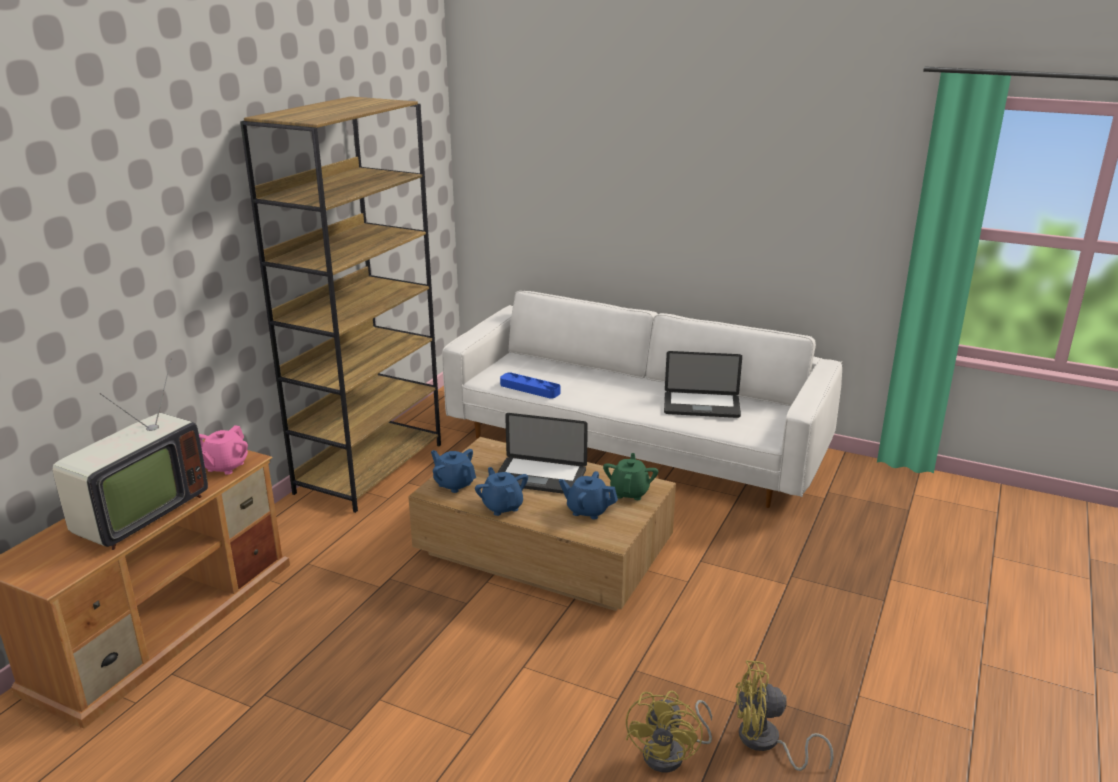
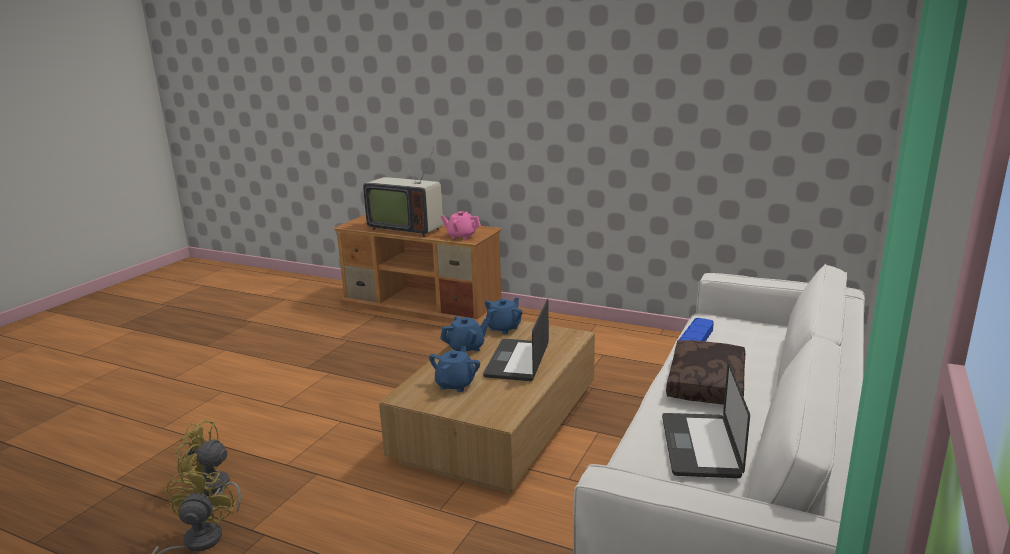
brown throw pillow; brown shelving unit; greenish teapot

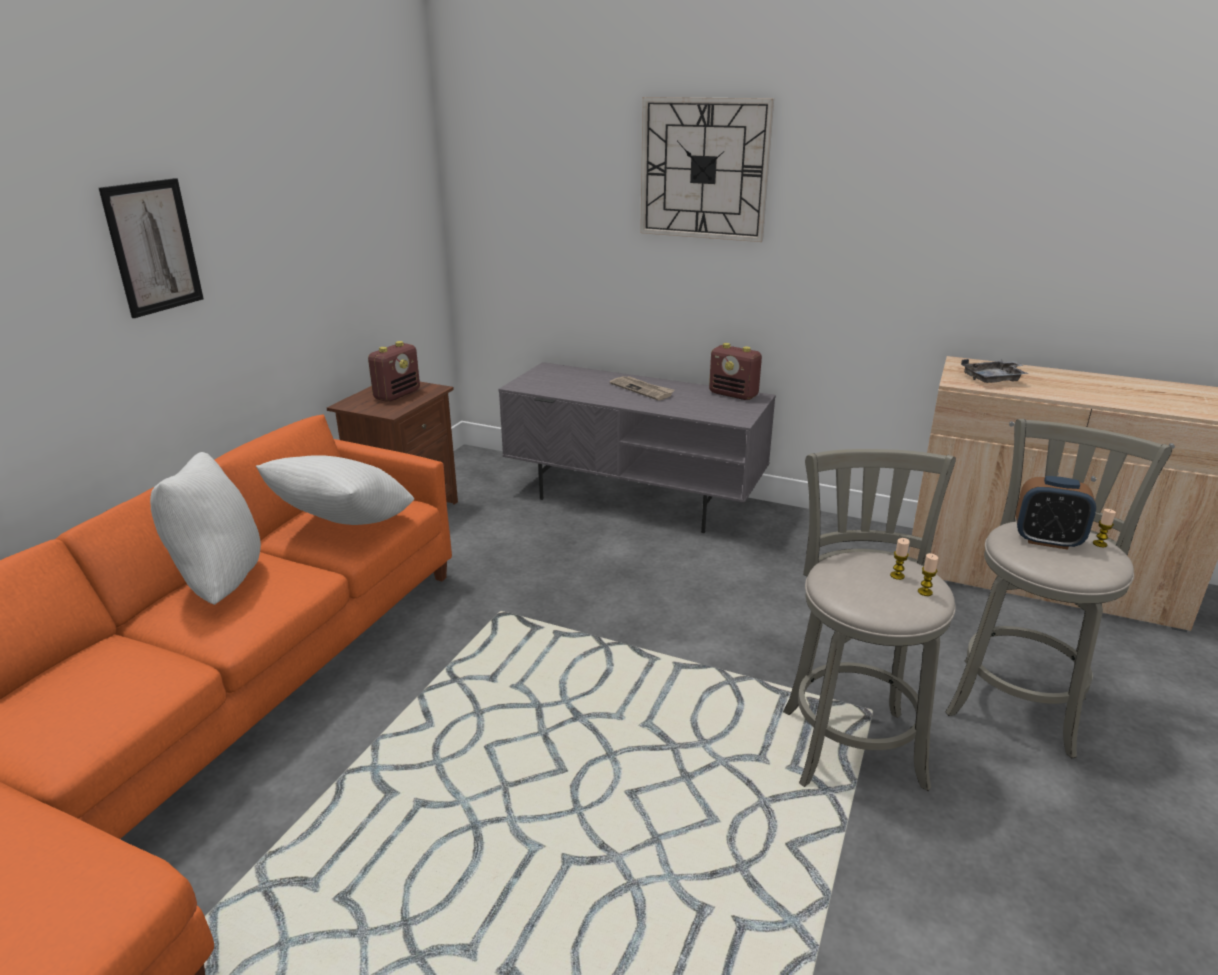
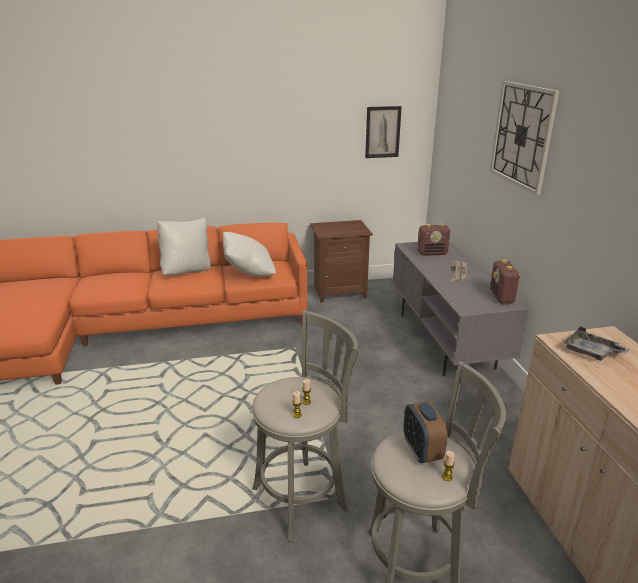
wall picture; radio receiver (no. 1 from left)

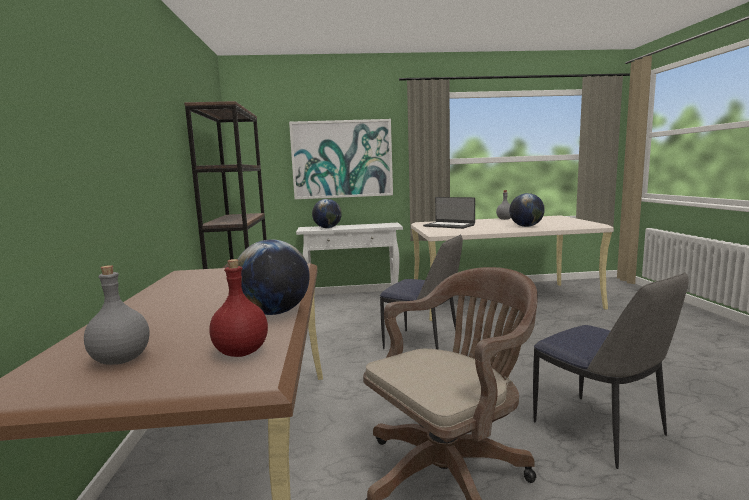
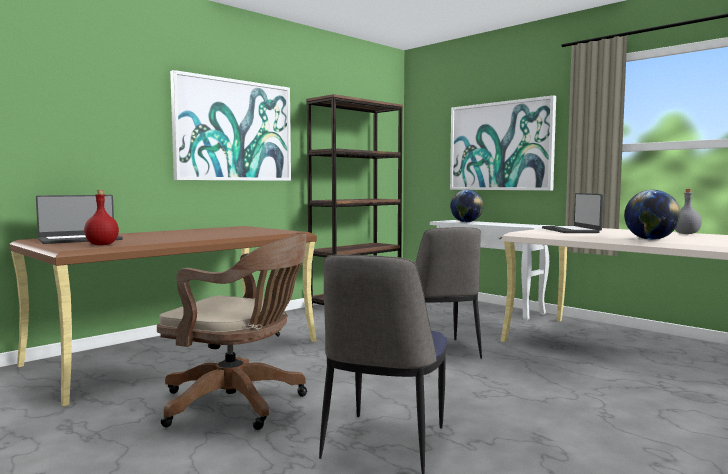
portable computer (no. 1 from left); wall picture (no. 1 from left); globe (no. 1 from left in the first image)

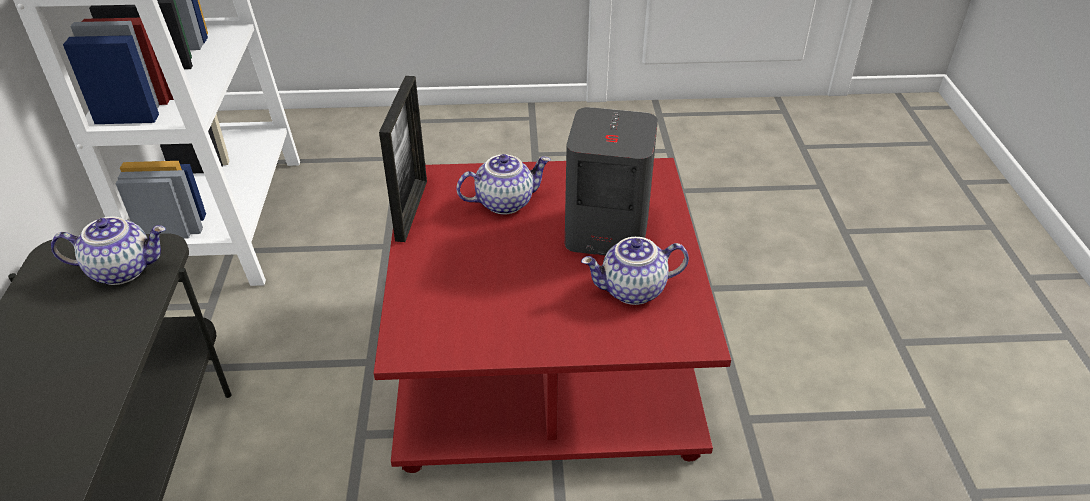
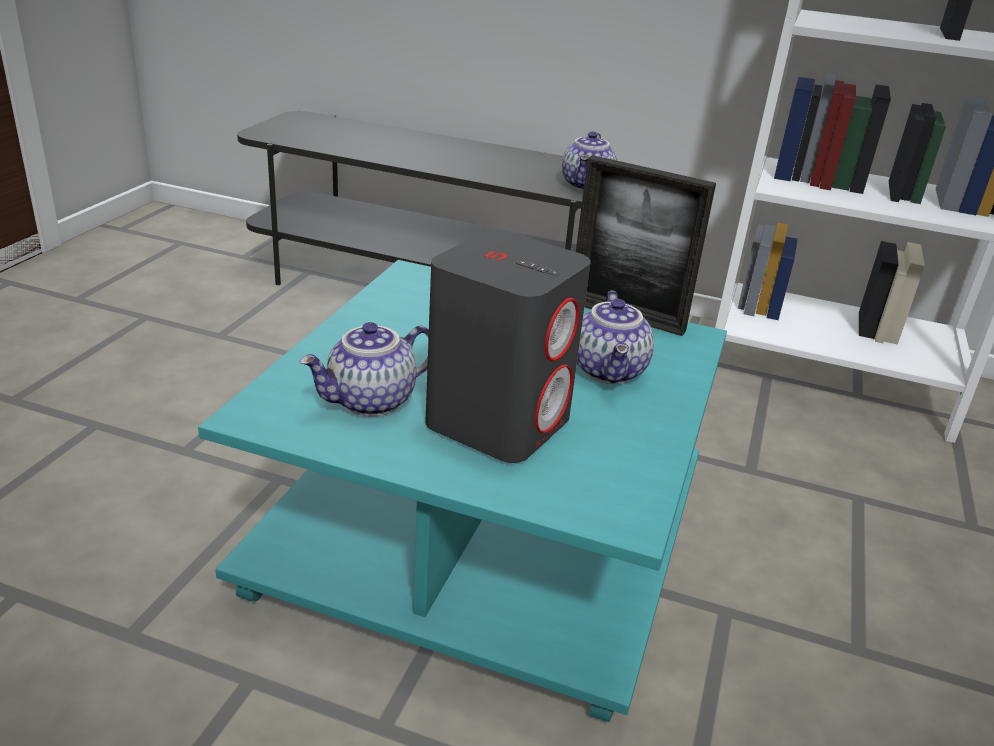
turquoise coffee table; teapot (no. 1 from left)

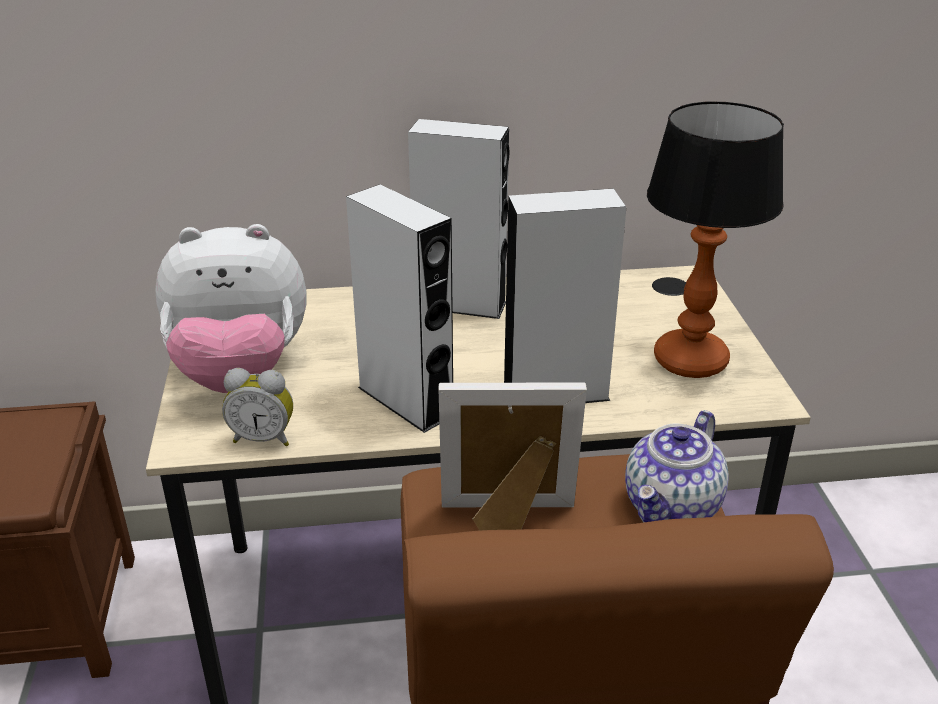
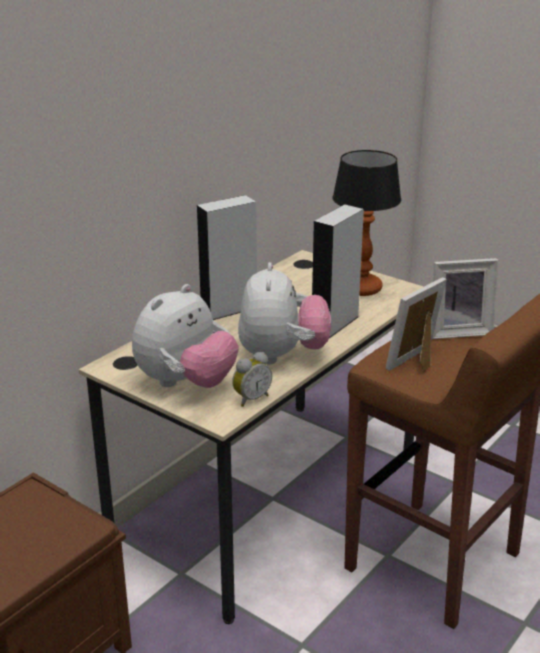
soft toy (no. 2 from left); picture frame (no. 2 from left)

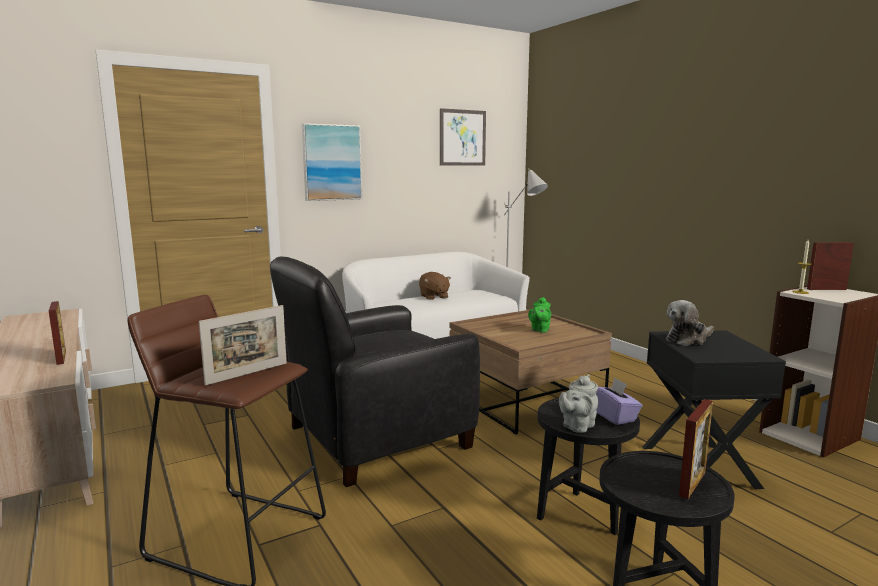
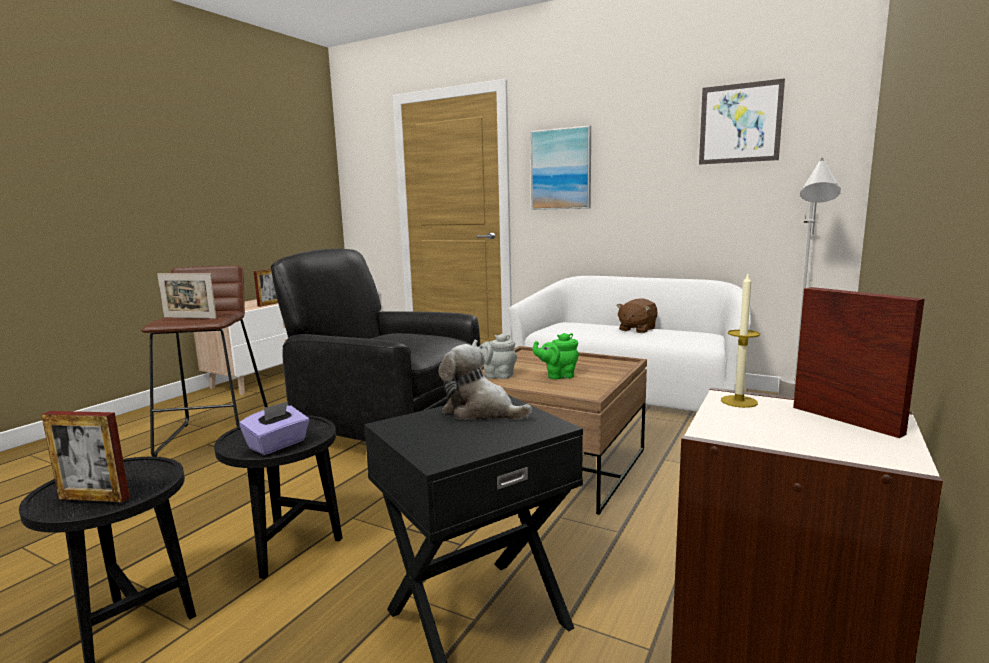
gray teapot

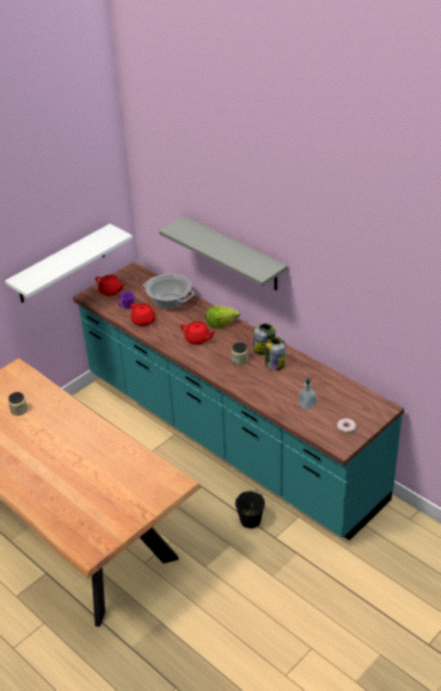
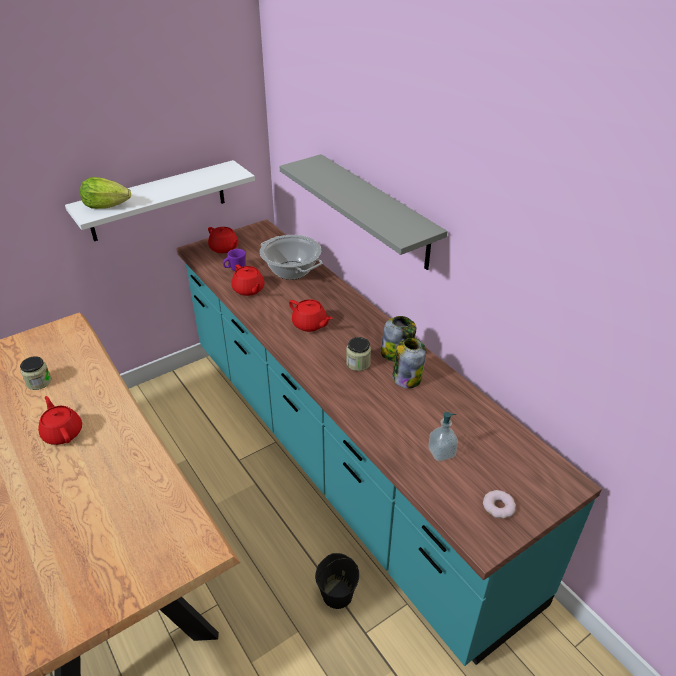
red-coloured teapot (no. 1 from left); lettuce

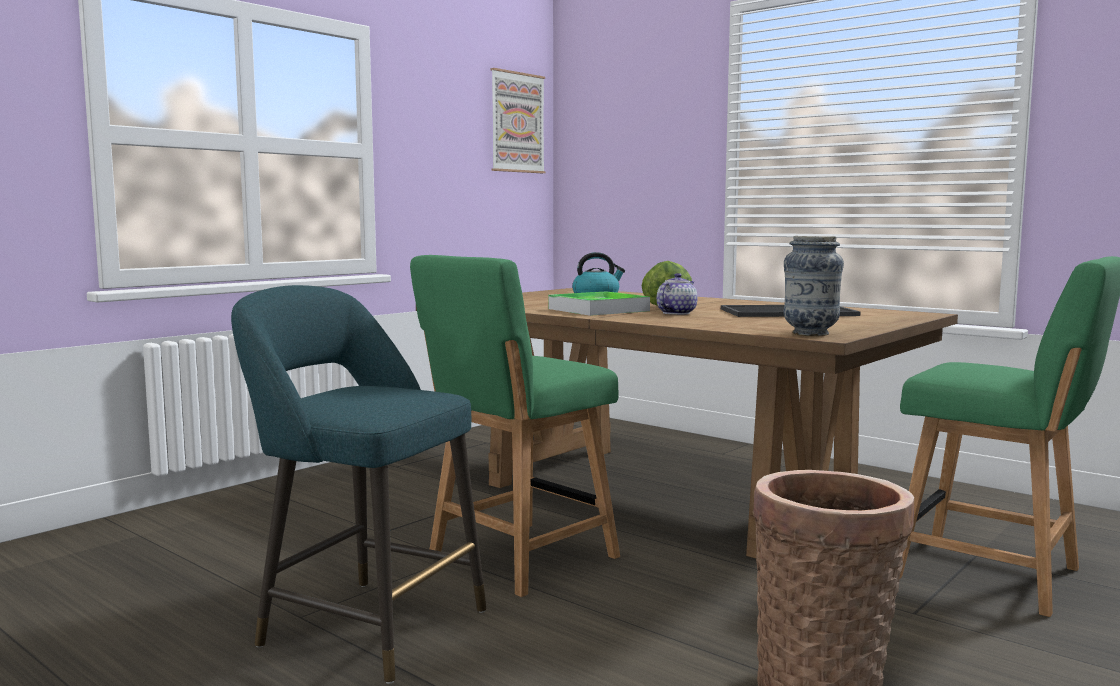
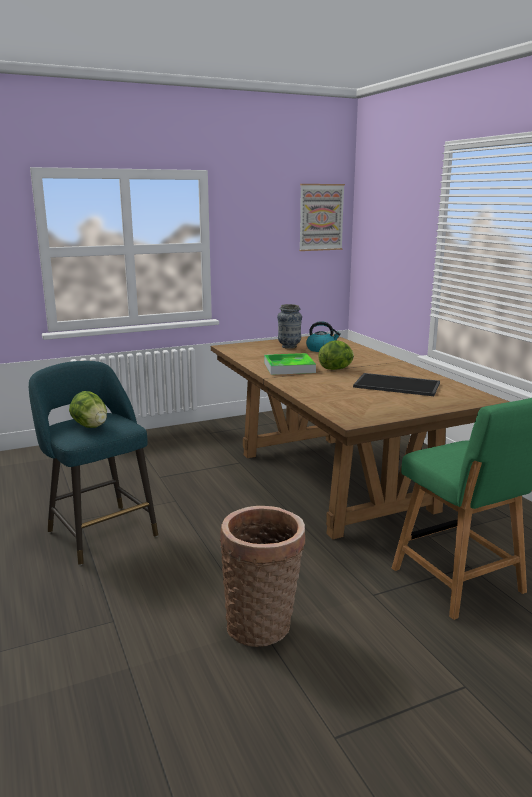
lettuce (no. 1 from left); vase; greenish chair (no. 1 from left in the first image); teapot

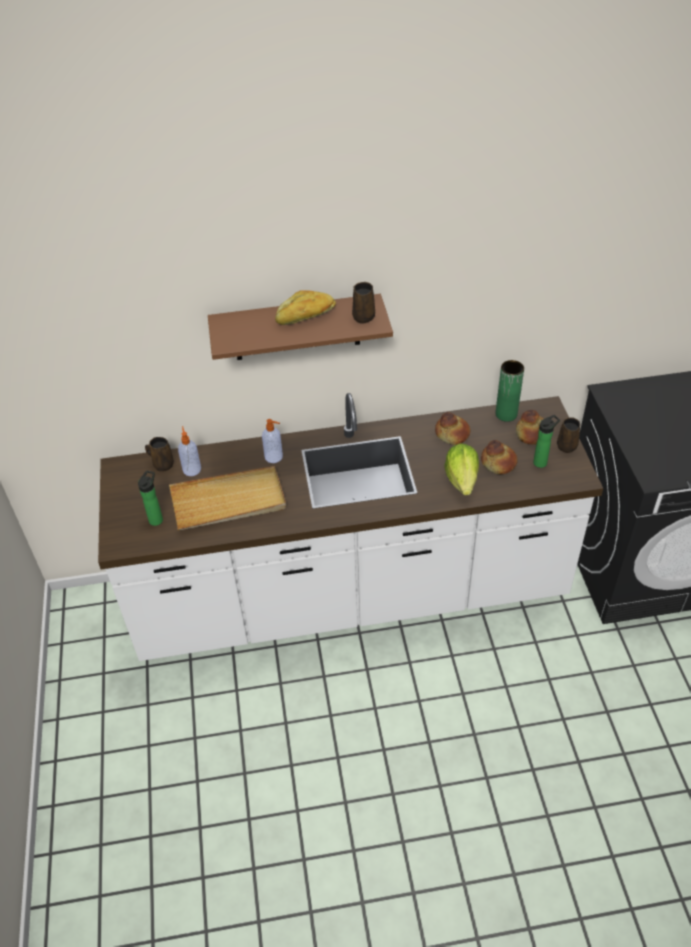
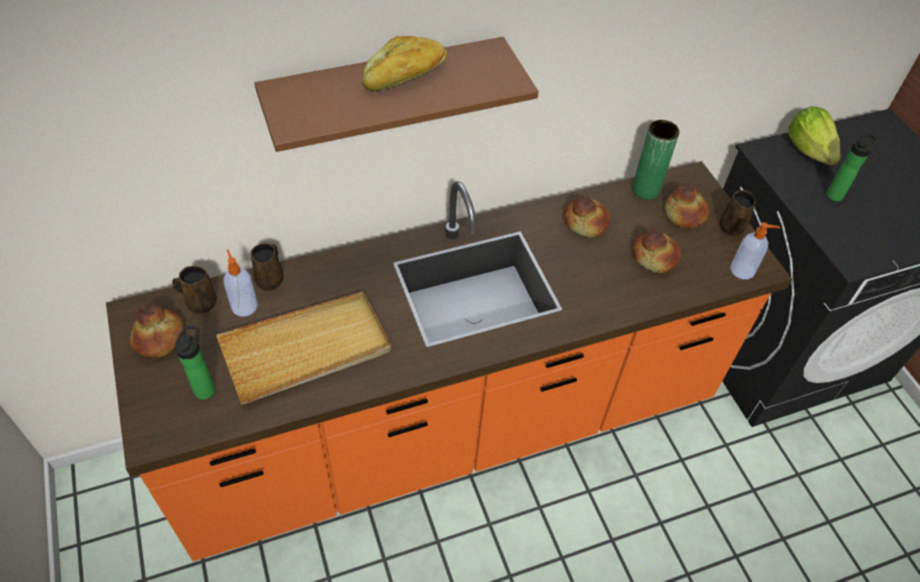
orange-coloured kitchen base unit; bread (no. 1 from left); brown coffee mug (no. 2 from left); liquid soap bottle (no. 2 from left); lettuce; beverage bottle (no. 2 from left)

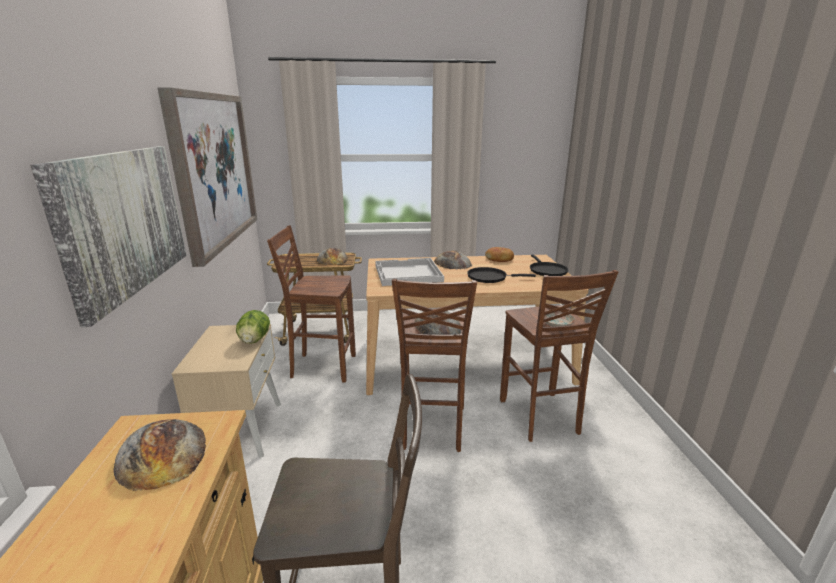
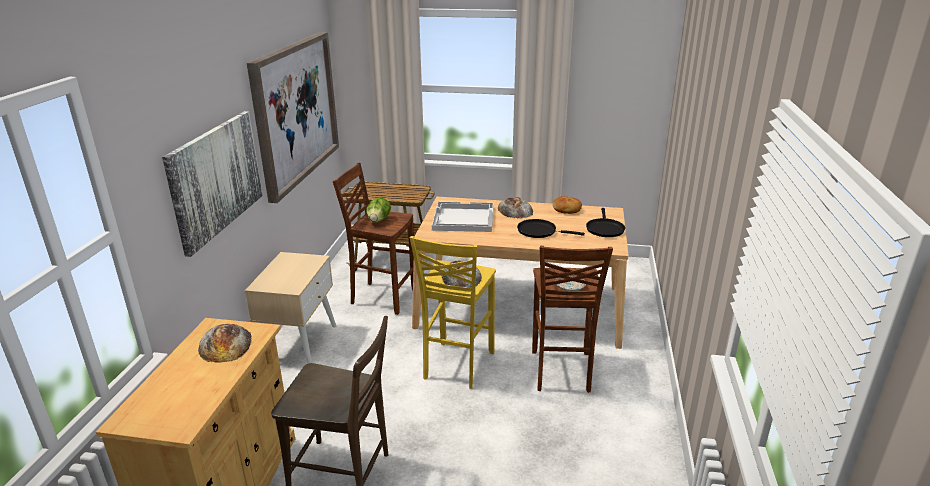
lettuce; yellowish stool seat; bread (no. 2 from left in the first image)

